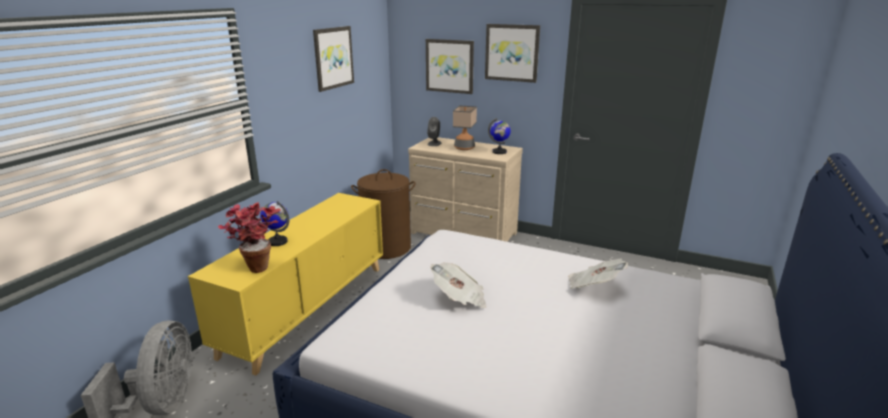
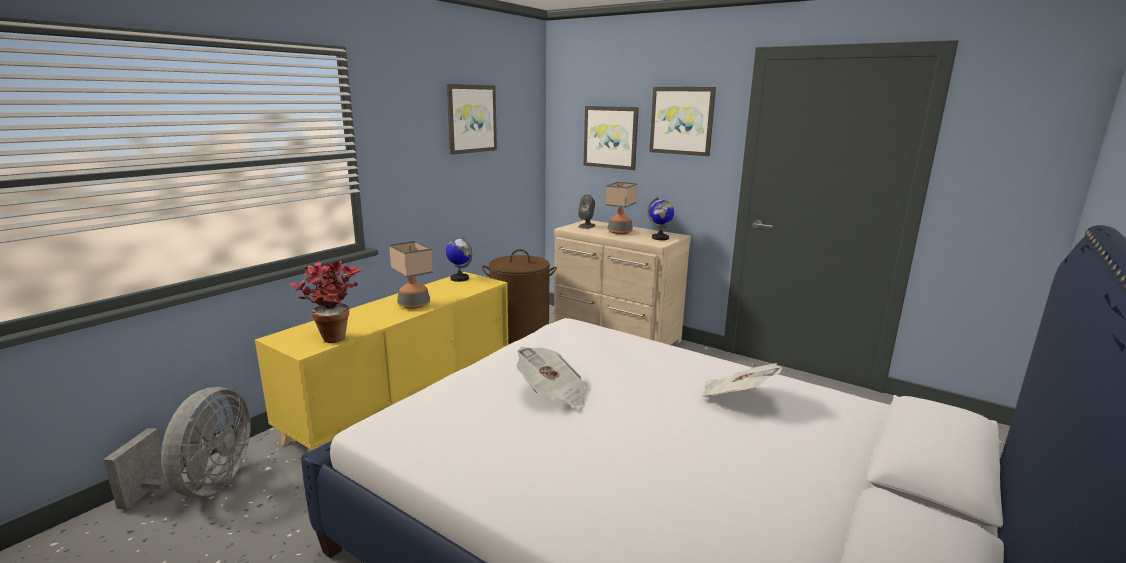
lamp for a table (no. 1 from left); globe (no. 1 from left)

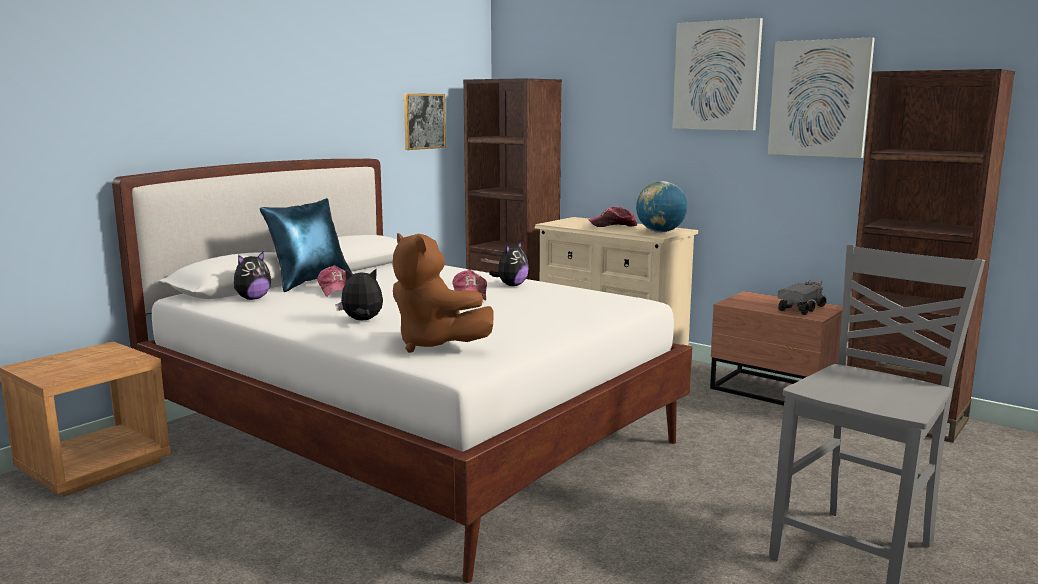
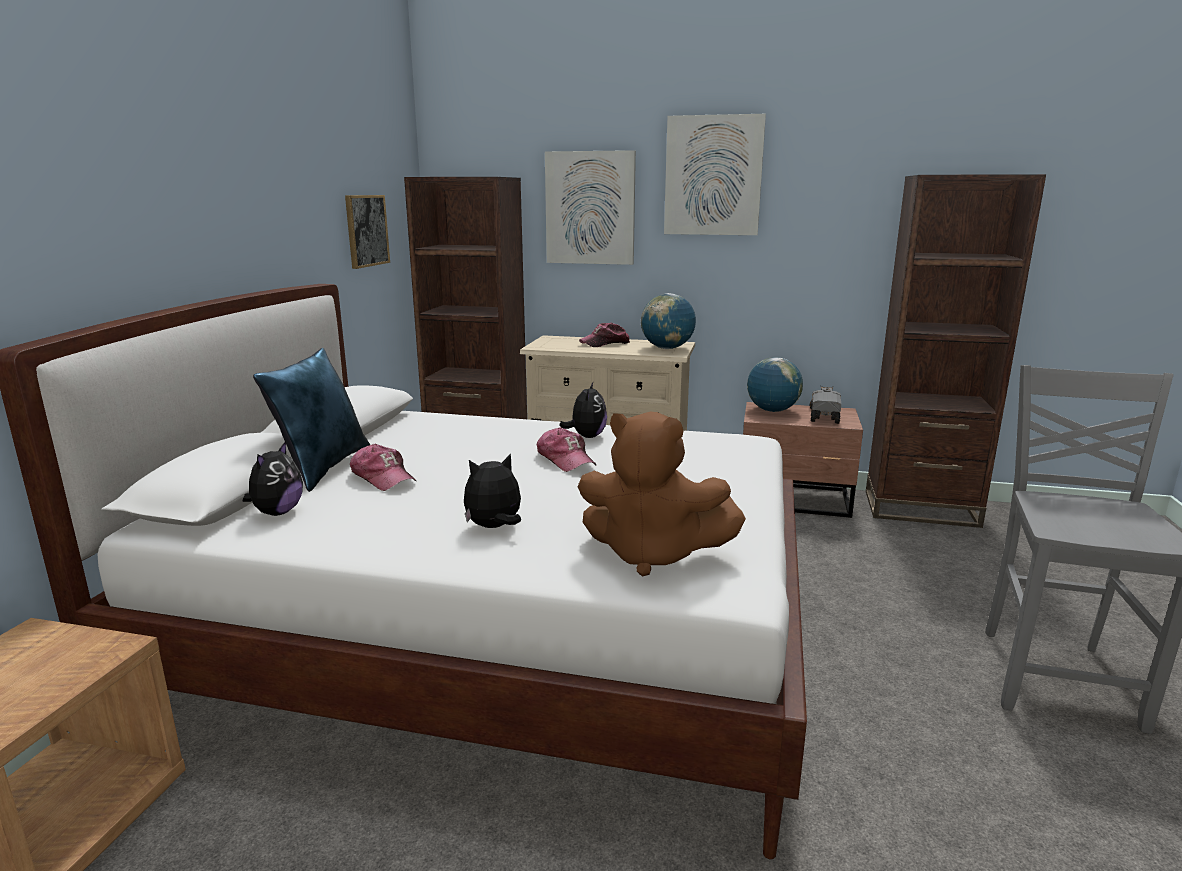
wall picture (no. 2 from left); globe (no. 2 from left)

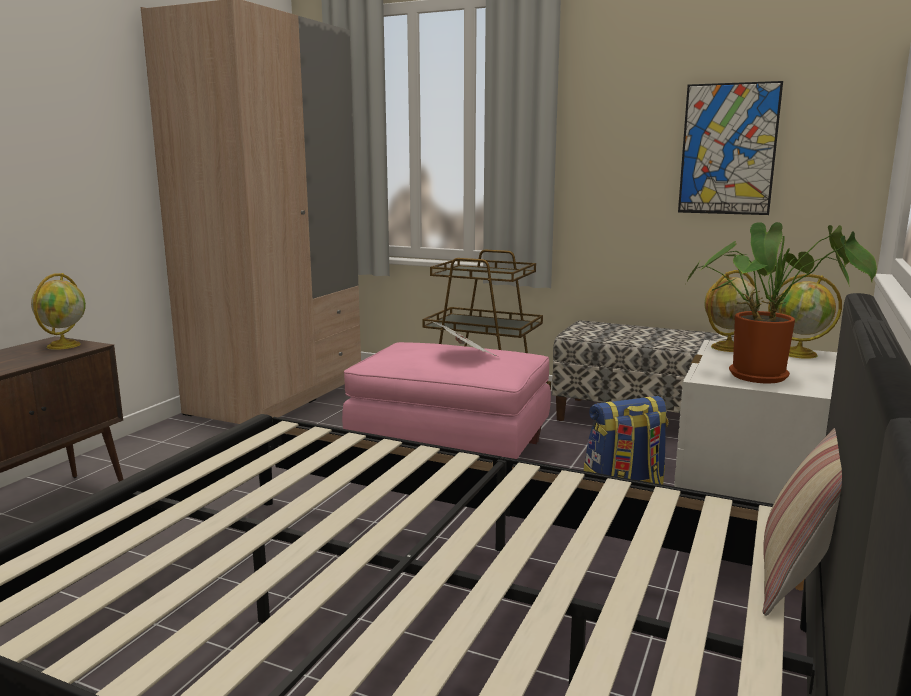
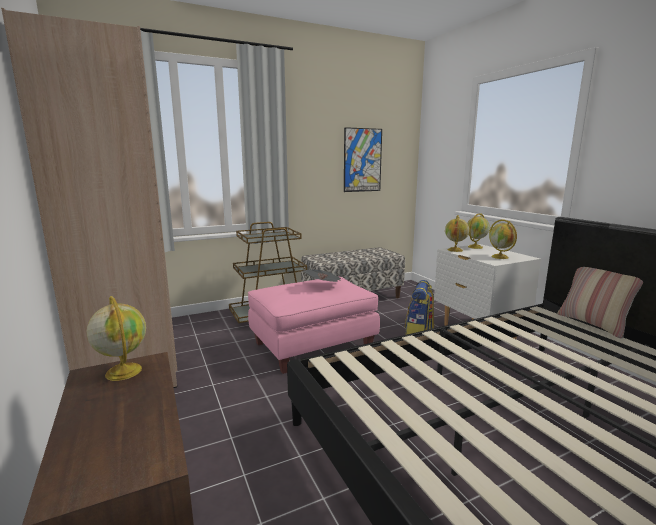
globe (no. 4 from left)

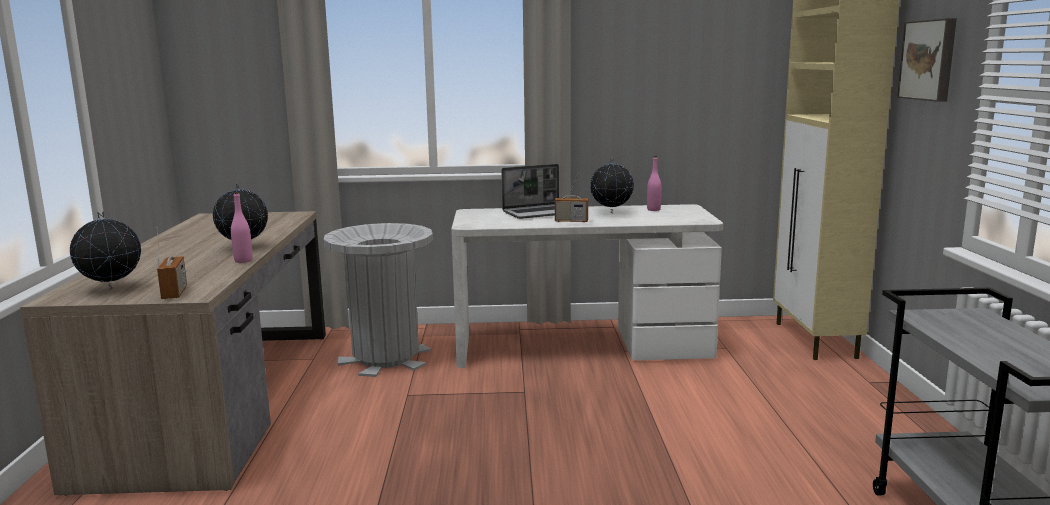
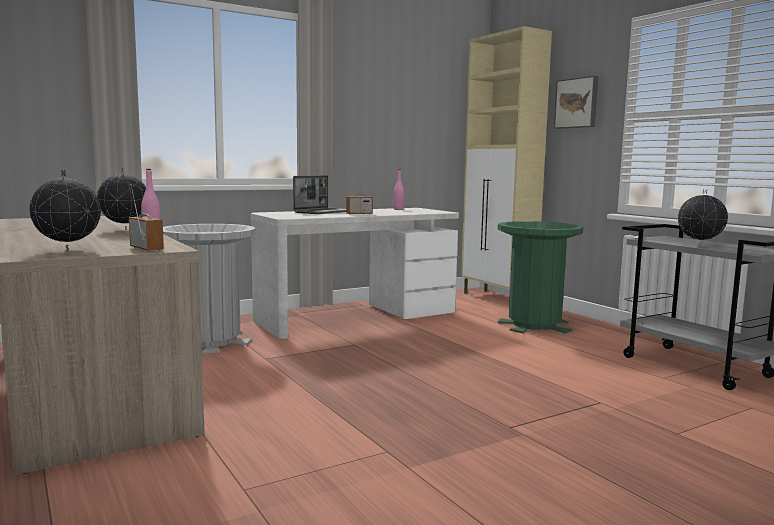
greenish waste bin; globe (no. 3 from left)

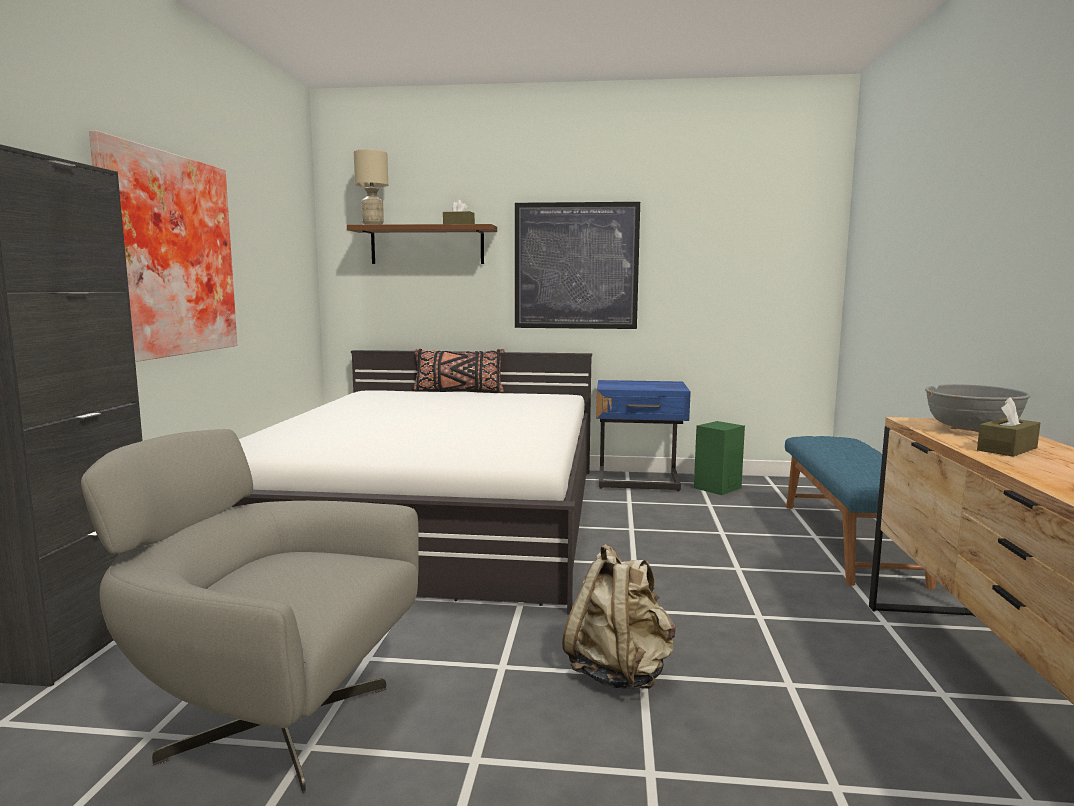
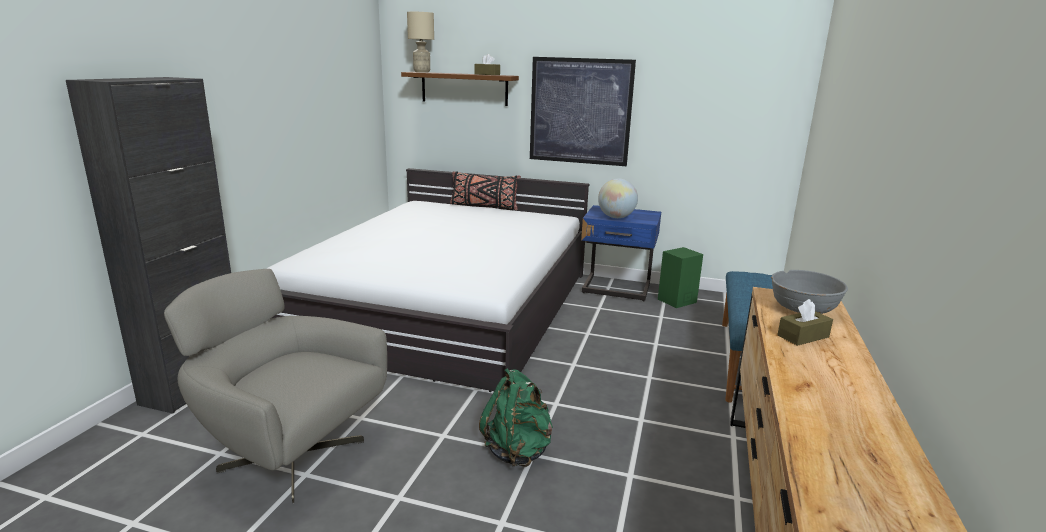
greenish rucksack; globe; wall picture (no. 1 from left in the first image)

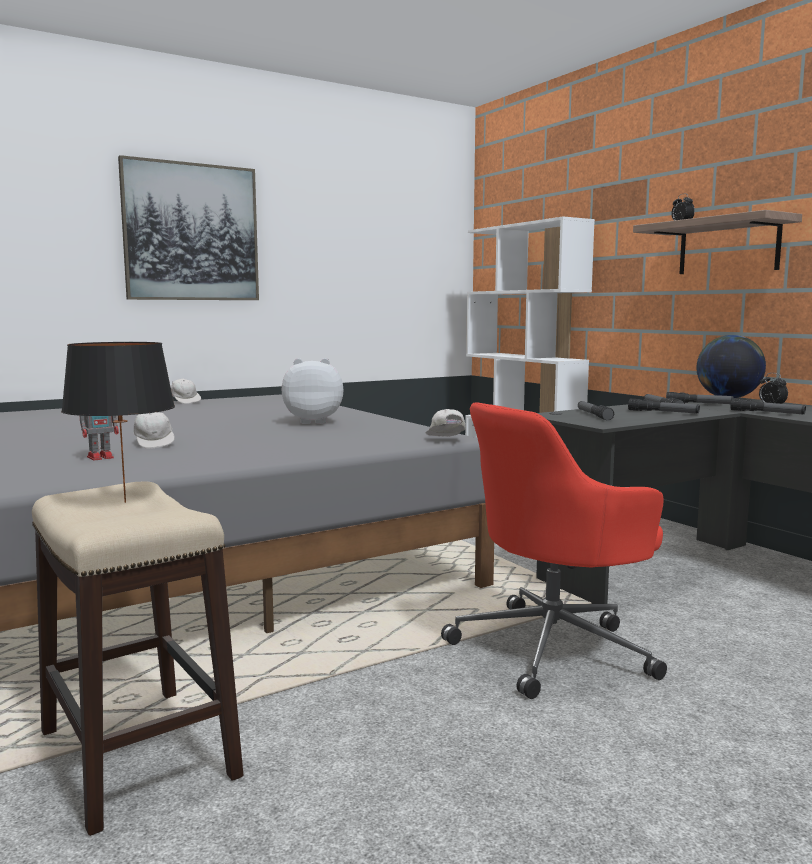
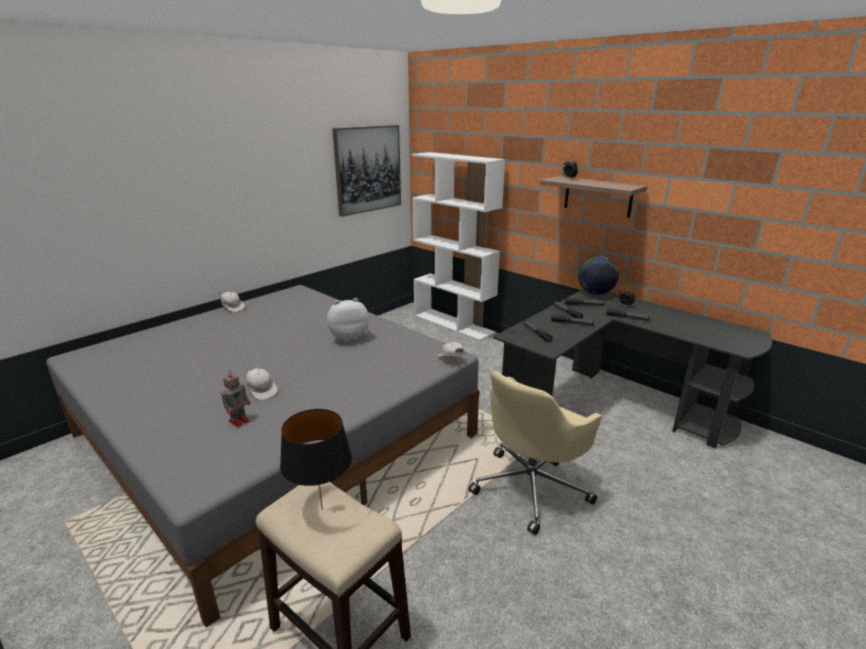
wall picture; beige-coloured desk chair

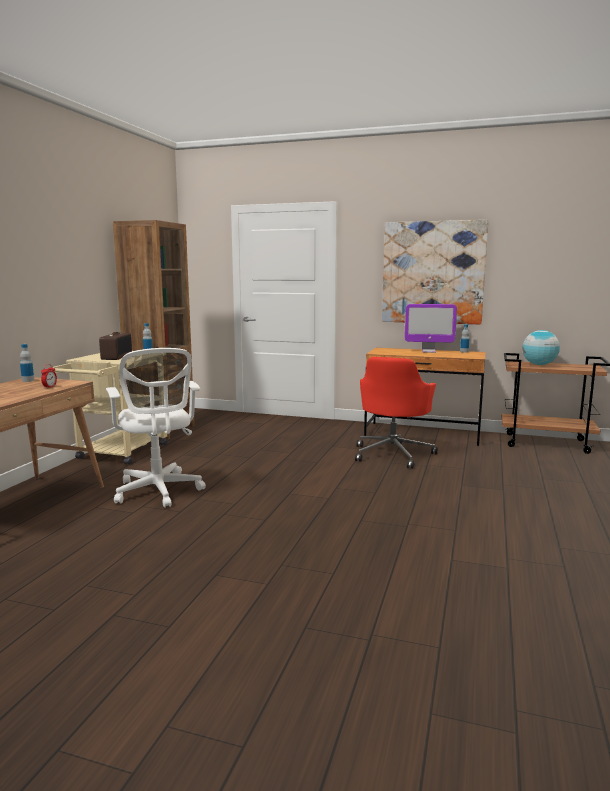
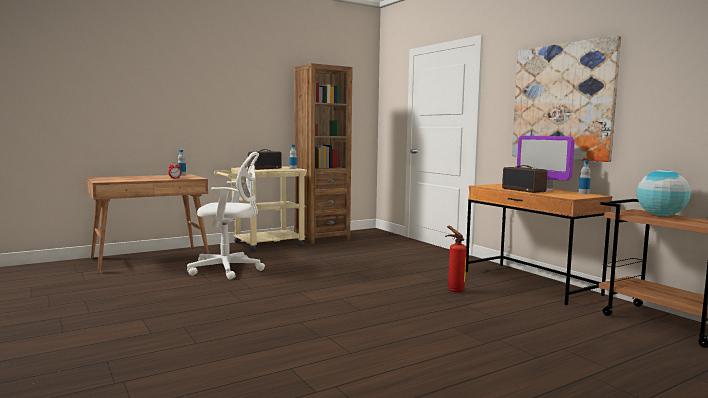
whitish desk chair; fire-fighting cylinder; radio receiver (no. 2 from left)

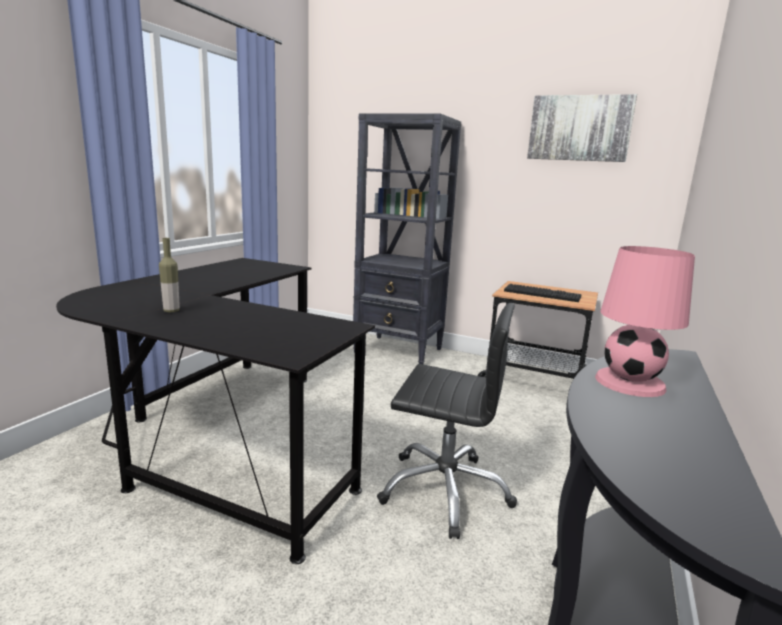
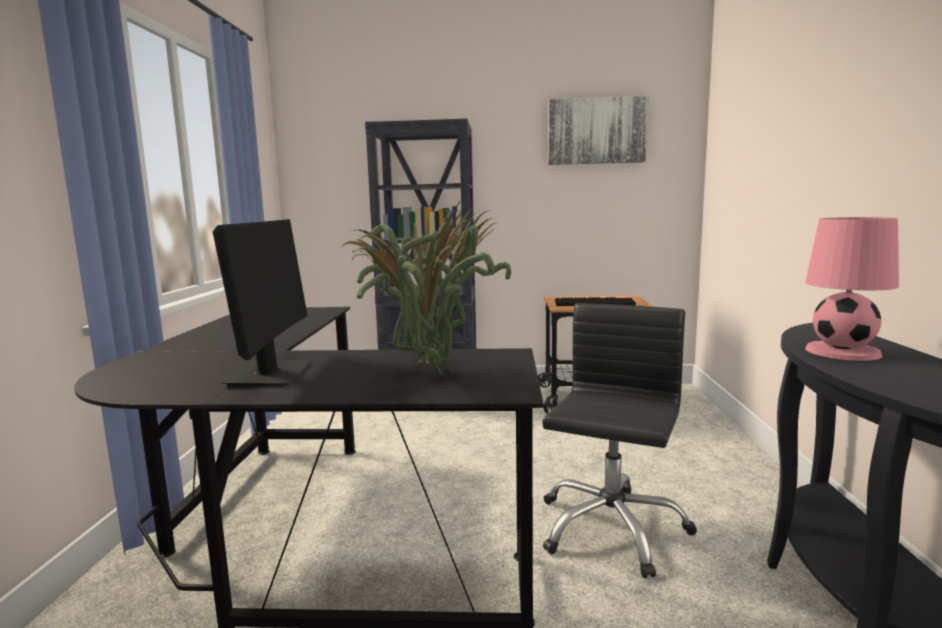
computer display; potted plant; black desk chair

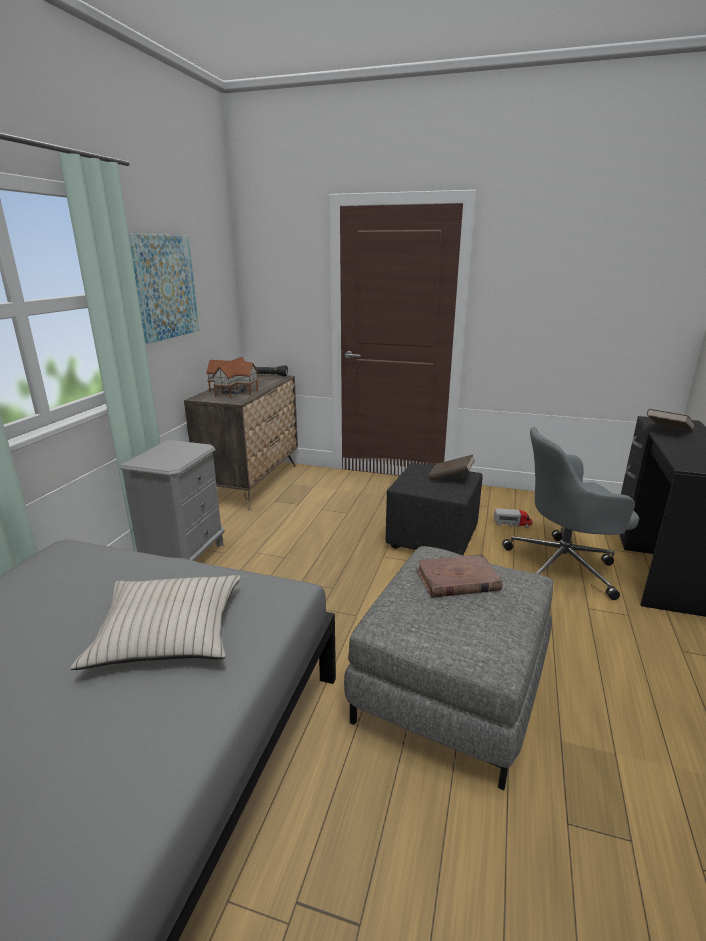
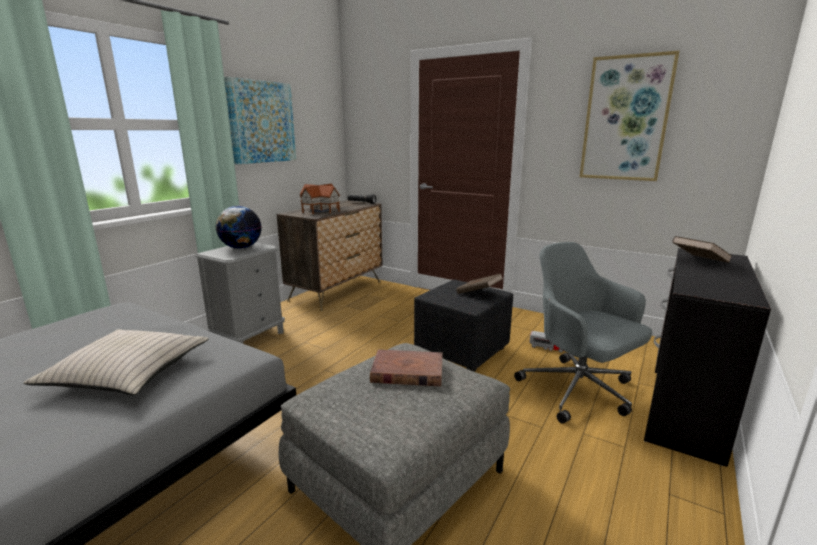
globe; gray desk chair; wall picture (no. 2 from left)

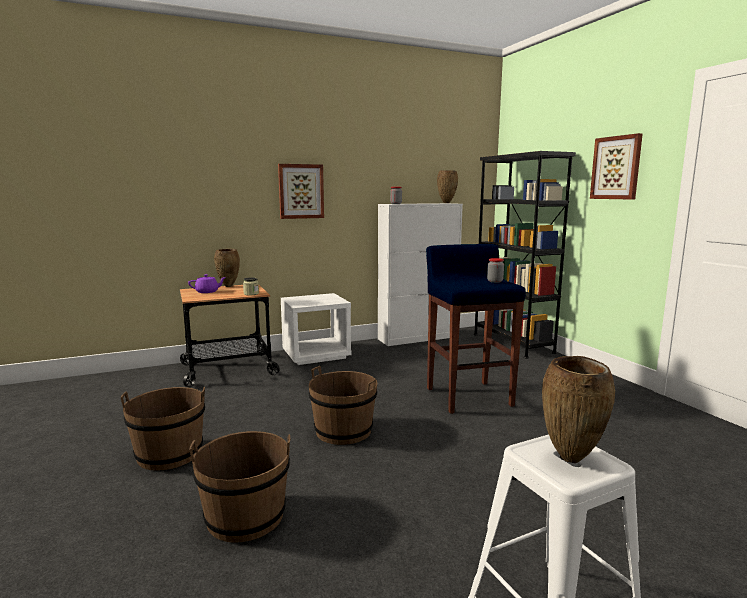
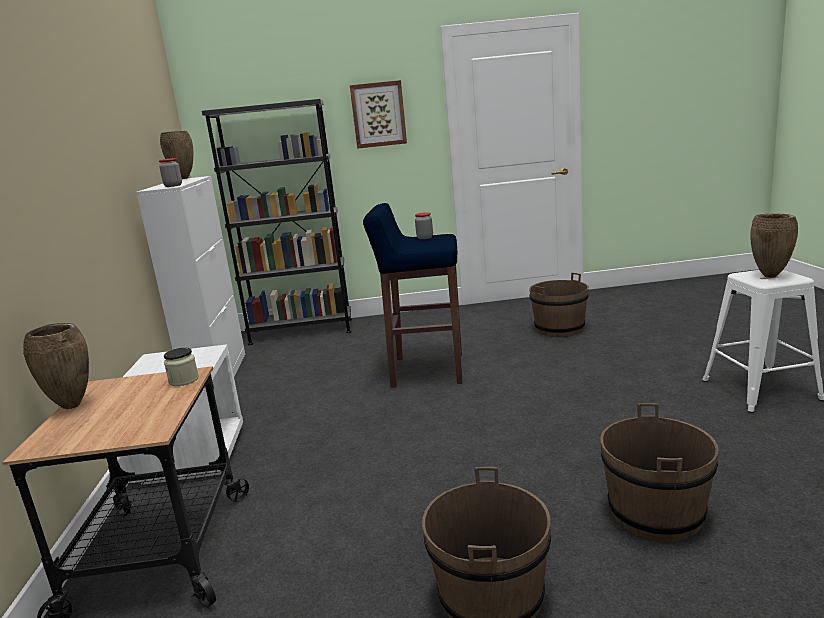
brown bucket (no. 2 from left); purple teapot; wall picture (no. 1 from left in the first image)

